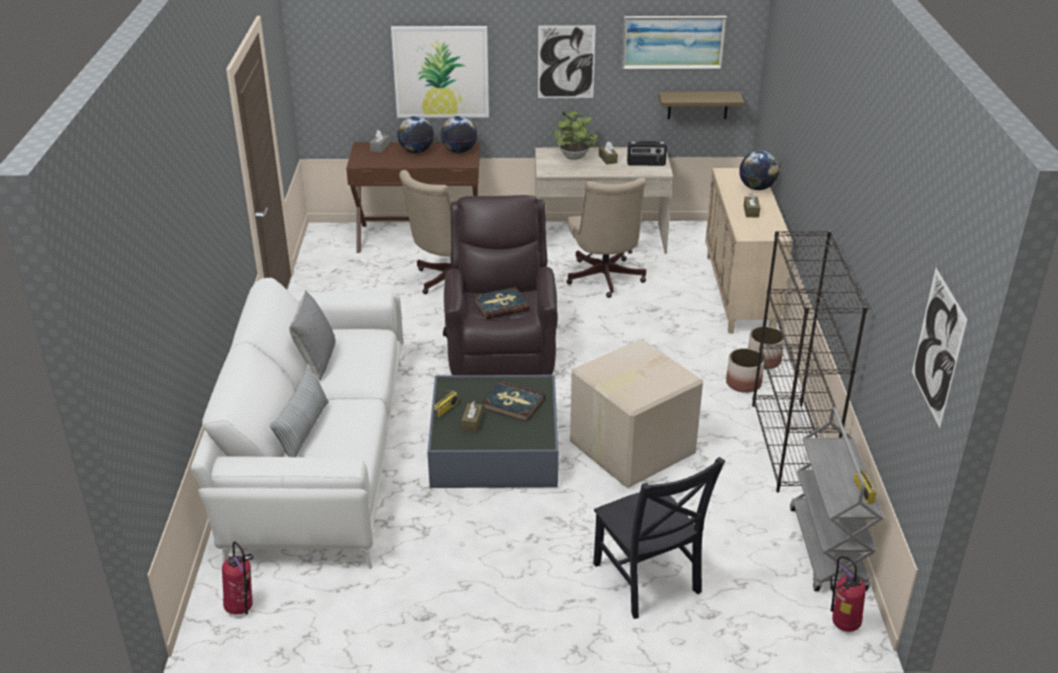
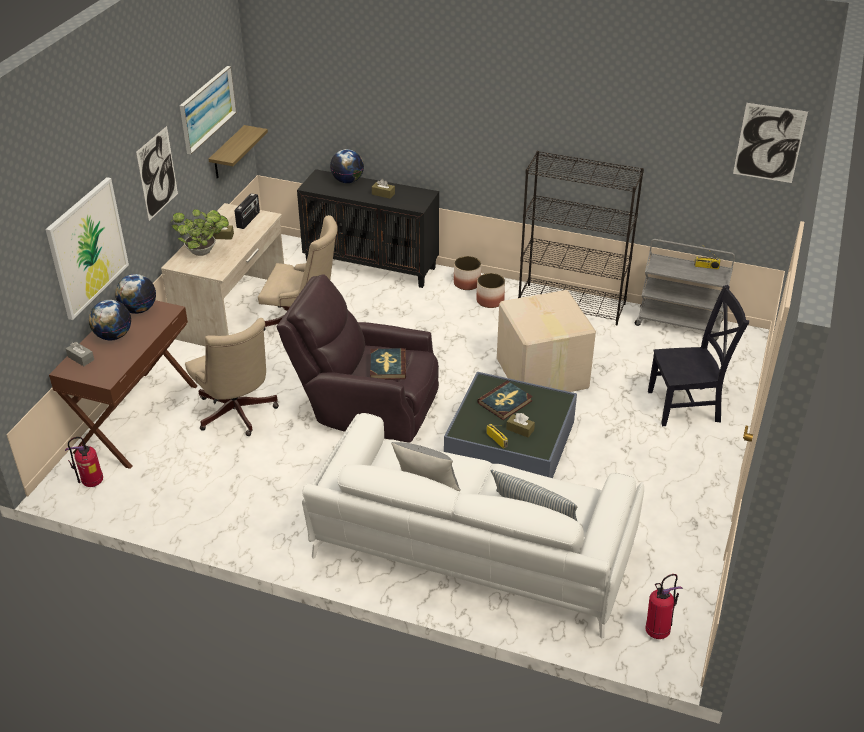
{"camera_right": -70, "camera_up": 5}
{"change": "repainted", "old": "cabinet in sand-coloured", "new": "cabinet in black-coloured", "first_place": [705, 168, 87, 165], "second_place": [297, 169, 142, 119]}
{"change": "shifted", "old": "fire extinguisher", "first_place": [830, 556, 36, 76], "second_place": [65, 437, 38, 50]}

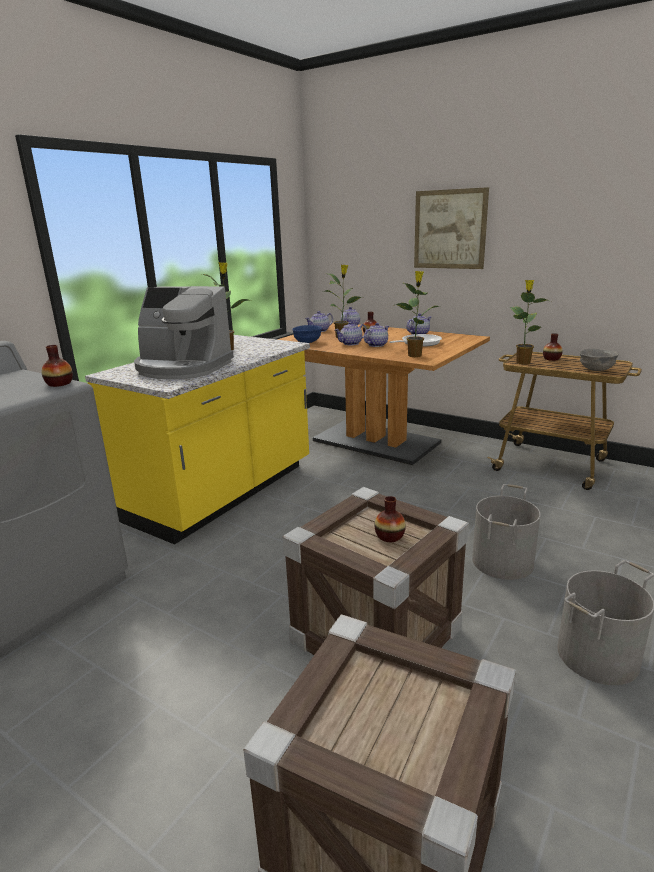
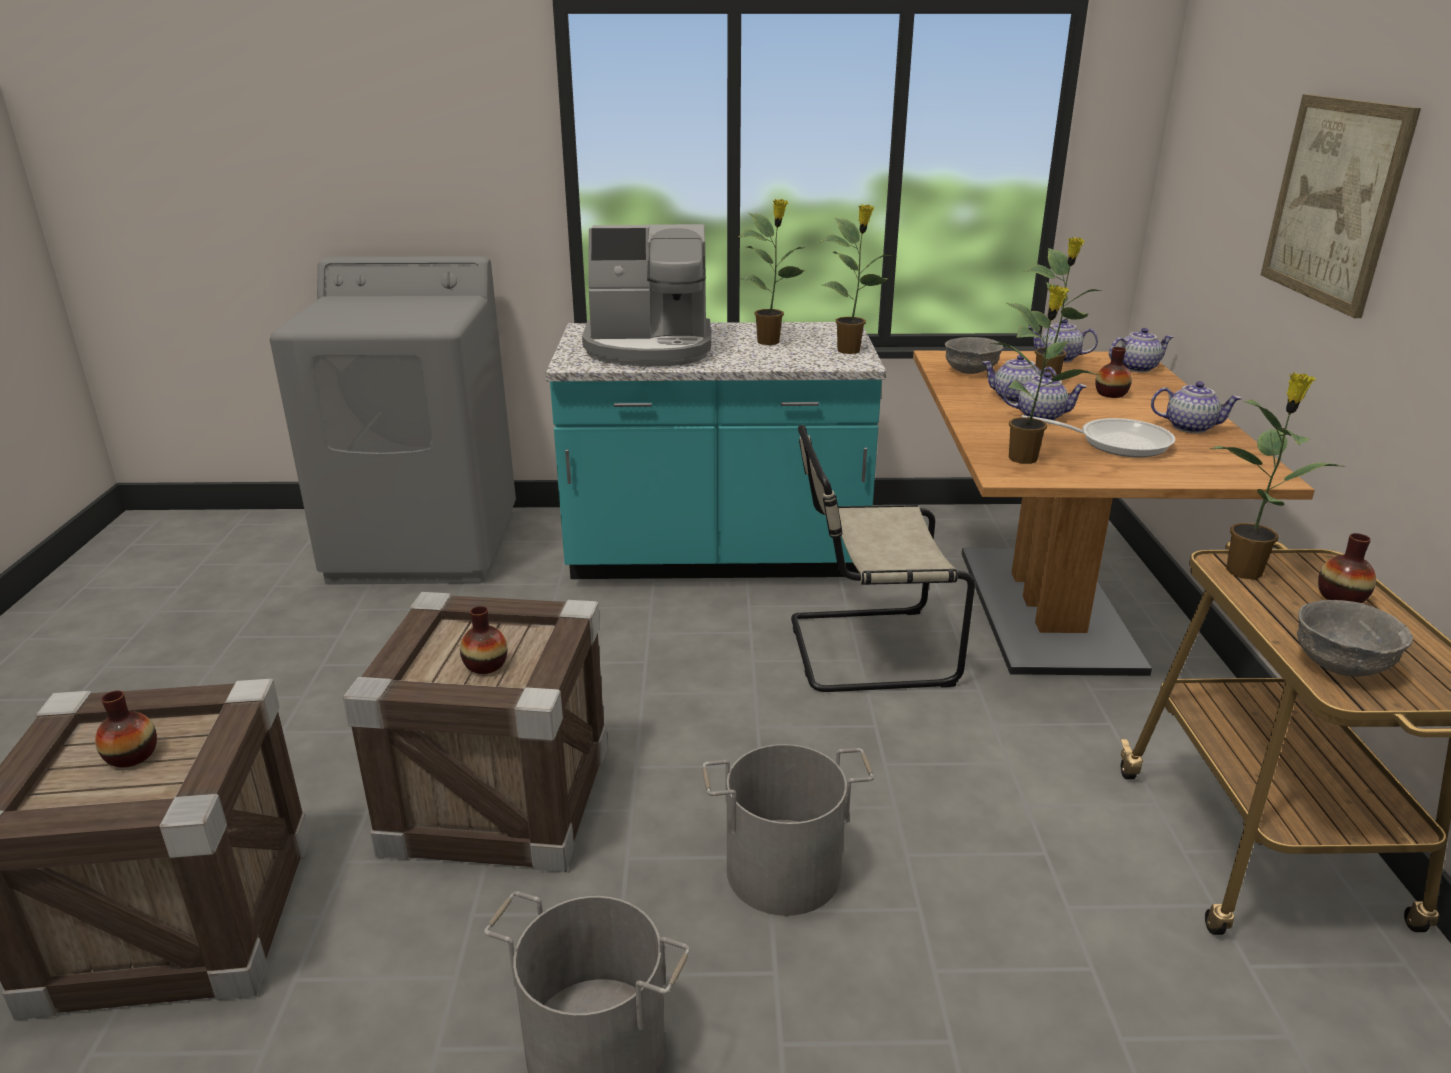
{"camera_right": 55, "camera_up": 5}
{"change": "shifted", "old": "vase", "first_place": [41, 345, 32, 42], "second_place": [95, 691, 62, 77]}
{"change": "repainted", "old": "kitchen counter in yellow-coloured", "new": "kitchen counter in blue-green", "first_place": [85, 335, 225, 209], "second_place": [545, 322, 341, 257]}
{"change": "rotated", "old": "coffee maker", "first_place": [134, 286, 100, 94], "second_place": [582, 224, 129, 143], "degrees": -75}
{"change": "repainted", "old": "deep dish in bluish", "new": "deep dish in greyish", "first_place": [292, 325, 30, 18], "second_place": [945, 337, 58, 37]}
{"change": "new", "new": "plain chair in sand-coloured", "second_place": [791, 425, 184, 267]}
{"change": "new", "new": "potted plant", "second_place": [820, 204, 72, 150]}

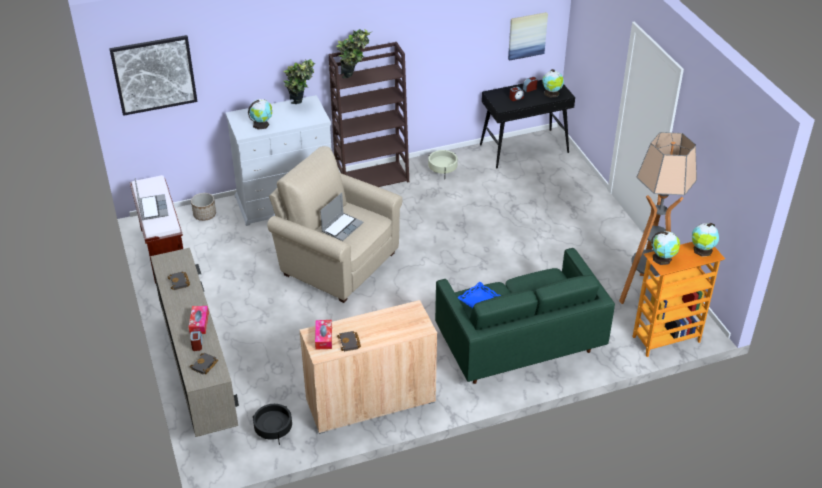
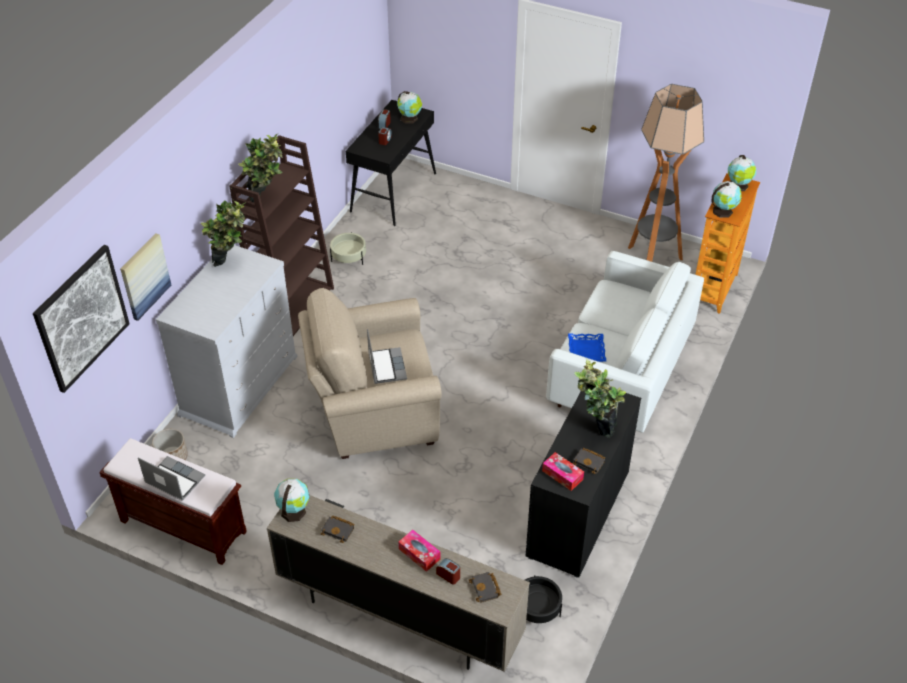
{"camera_right": -45, "camera_up": 5}
{"change": "shifted", "old": "desk globe", "first_place": [248, 99, 24, 31], "second_place": [274, 479, 36, 43]}
{"change": "repainted", "old": "cabinet in sand-coloured", "new": "cabinet in black-coloured", "first_place": [300, 300, 137, 134], "second_place": [526, 387, 115, 191]}
{"change": "repainted", "old": "settee in green-coloured", "new": "settee in whitish", "first_place": [435, 248, 180, 136], "second_place": [546, 251, 158, 182]}
{"change": "shifted", "old": "picture", "first_place": [508, 12, 40, 49], "second_place": [120, 234, 51, 87]}
{"change": "new", "new": "potted plant", "second_place": [574, 359, 52, 79]}

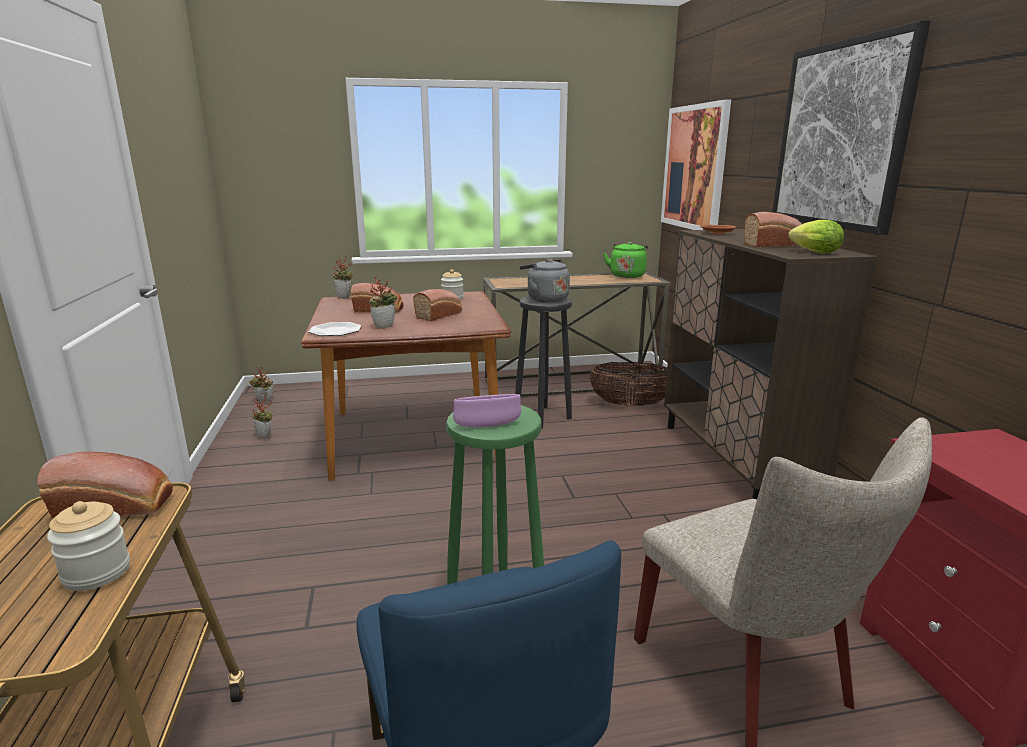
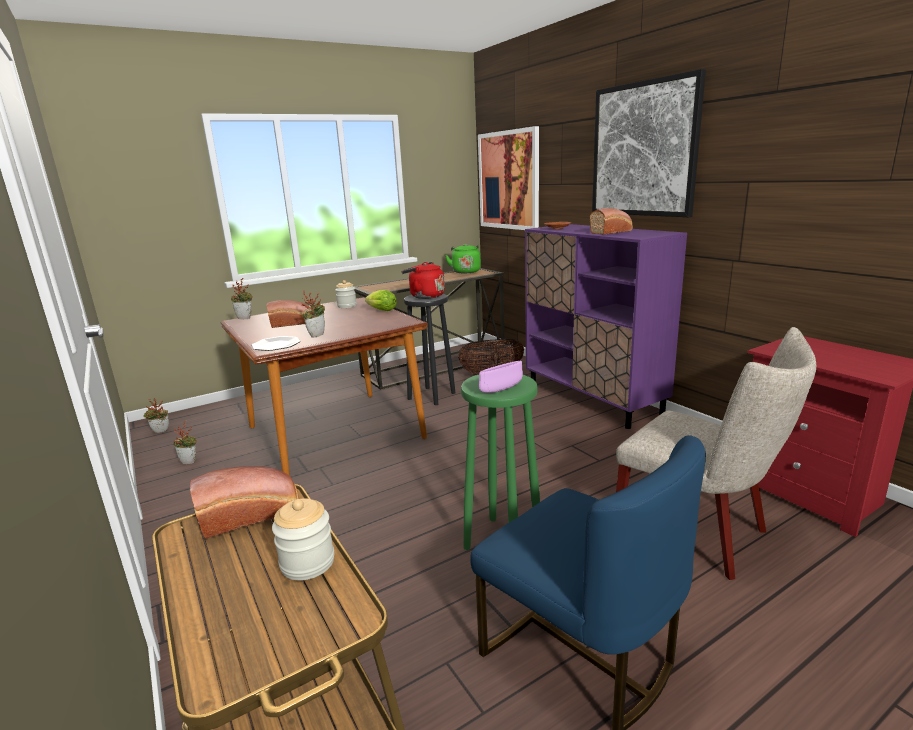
{"camera_right": -20, "camera_up": 0}
{"change": "gone", "old": "bakery bread", "first_place": [413, 289, 49, 32]}
{"change": "repainted", "old": "water kettle in greyish", "new": "water kettle in red", "first_place": [519, 259, 51, 43], "second_place": [402, 262, 43, 37]}
{"change": "repainted", "old": "cabinet in brownish", "new": "cabinet in purple-coloured", "first_place": [664, 229, 214, 270], "second_place": [525, 224, 162, 205]}
{"change": "shifted", "old": "head of lettuce", "first_place": [788, 220, 56, 34], "second_place": [365, 290, 32, 21]}

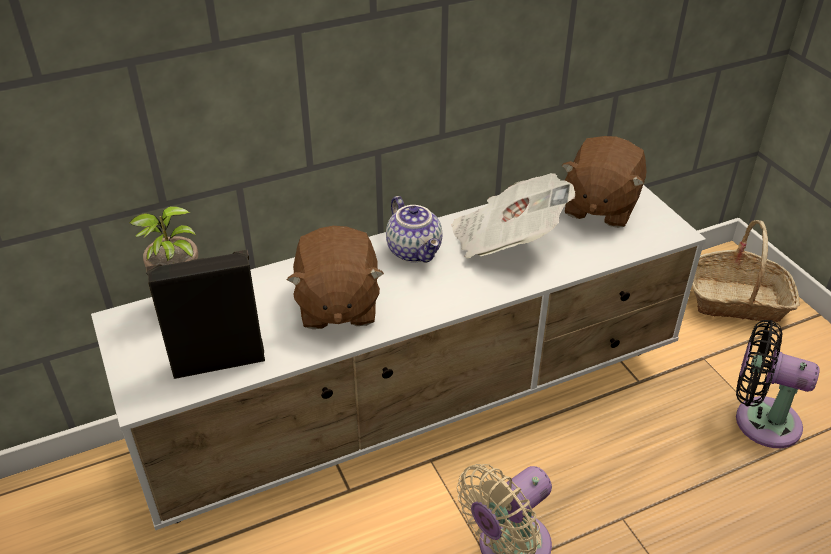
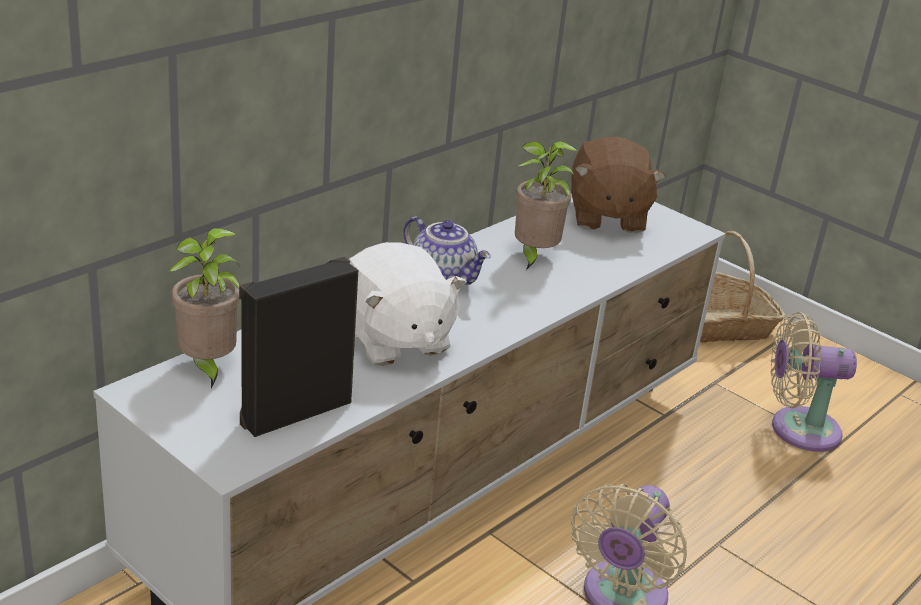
{"camera_right": -25, "camera_up": -10}
{"change": "repainted", "old": "cuddly toy in brownish", "new": "cuddly toy in whitish", "first_place": [287, 226, 97, 103], "second_place": [348, 242, 119, 124]}
{"change": "swapped", "old": "printed paper", "new": "potted plant", "first_place": [451, 173, 124, 86], "second_place": [515, 141, 64, 129]}
{"change": "repainted", "old": "cooling fan in black-coloured", "new": "cooling fan in sand-coloured", "first_place": [736, 320, 84, 128], "second_place": [771, 312, 86, 140]}

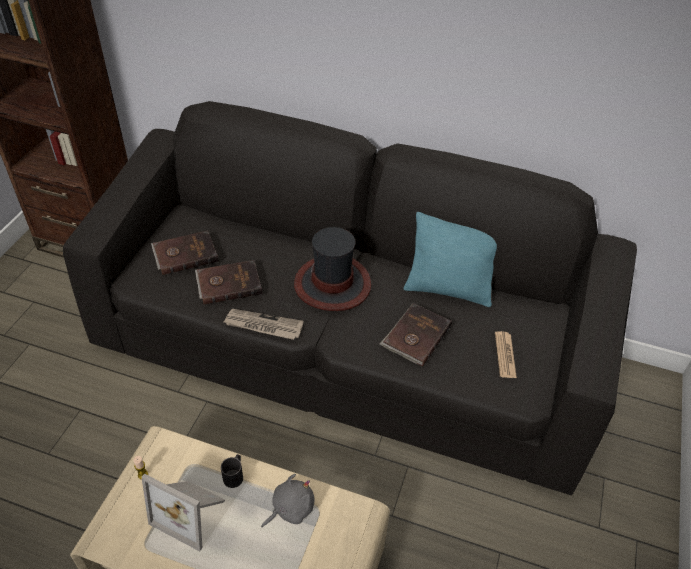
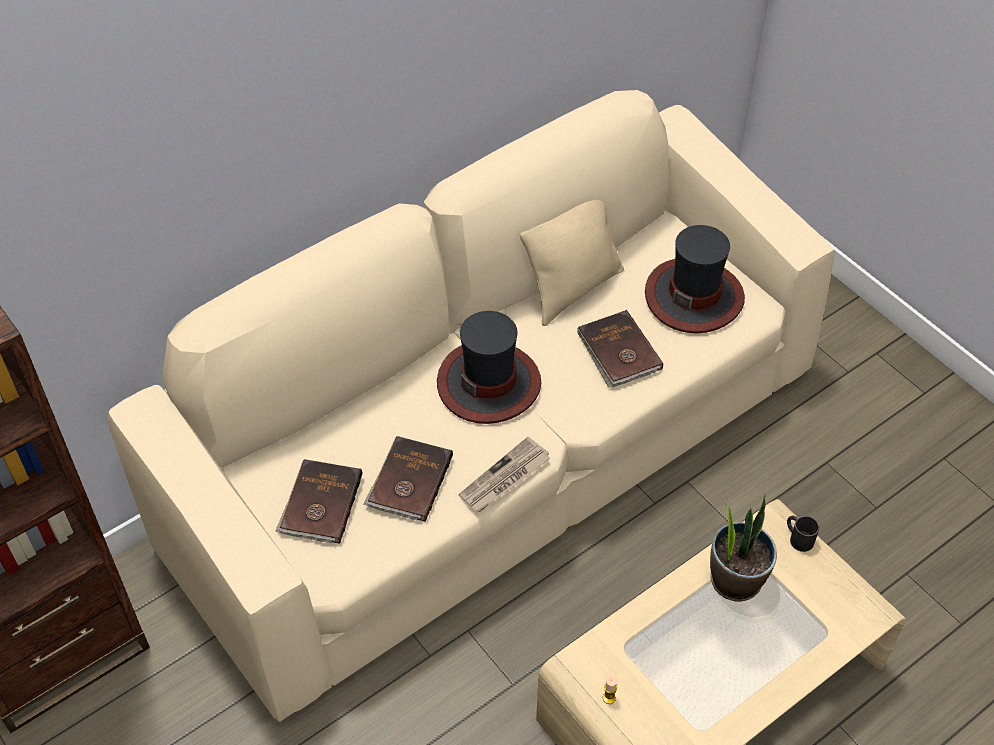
{"camera_right": -55, "camera_up": 5}
{"change": "repainted", "old": "settee in black-coloured", "new": "settee in sand-coloured", "first_place": [63, 101, 574, 394], "second_place": [108, 90, 726, 632]}
{"change": "gone", "old": "standing frame", "first_place": [142, 474, 83, 78]}
{"change": "shifted", "old": "coffee mug in black-coloured", "first_place": [221, 454, 22, 34], "second_place": [787, 516, 32, 36]}
{"change": "swapped", "old": "cuddly toy in greyish", "new": "potted plant", "first_place": [261, 474, 53, 53], "second_place": [710, 494, 67, 108]}
{"change": "repainted", "old": "cushion in blue-green", "new": "cushion in sand-coloured", "first_place": [403, 212, 94, 95], "second_place": [520, 200, 104, 126]}
{"change": "swapped", "old": "printed paper", "new": "wearable hat", "first_place": [495, 331, 22, 47], "second_place": [645, 225, 100, 108]}

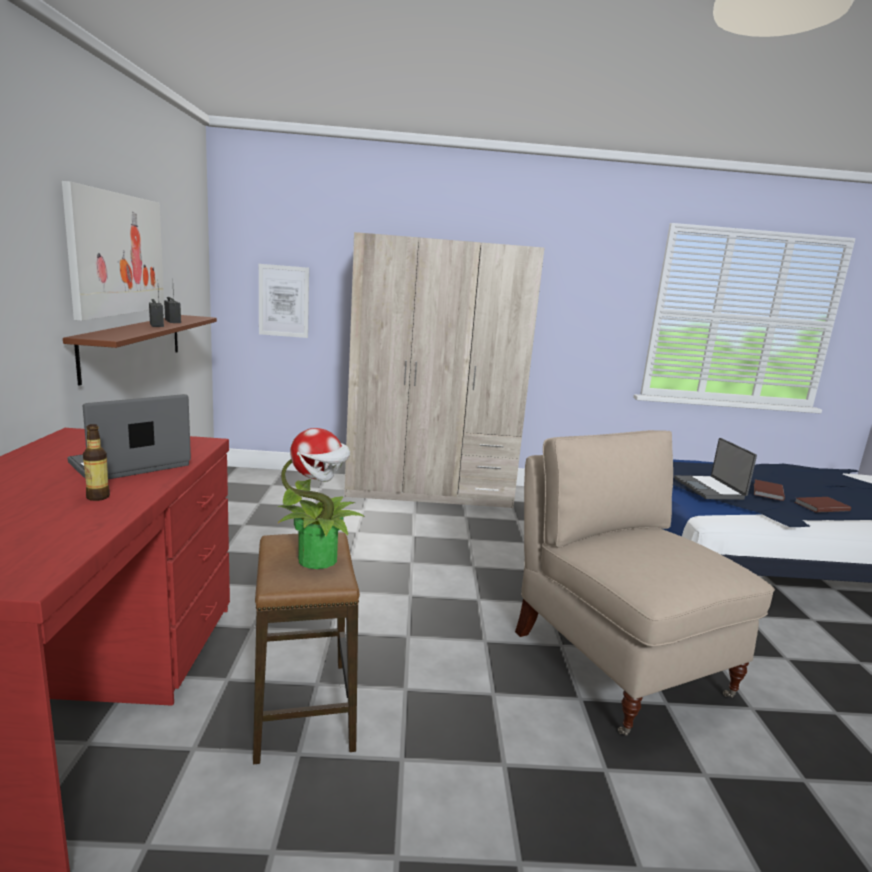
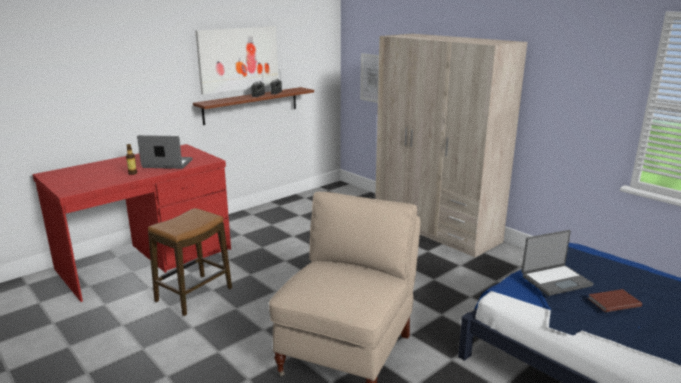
{"camera_right": 50, "camera_up": 5}
{"change": "gone", "old": "potted plant", "first_place": [278, 428, 87, 141]}
{"change": "rotated", "old": "laptop", "first_place": [674, 438, 83, 62], "second_place": [522, 230, 72, 66], "degrees": -150}
{"change": "gone", "old": "bound book in brownish", "first_place": [795, 497, 56, 16]}

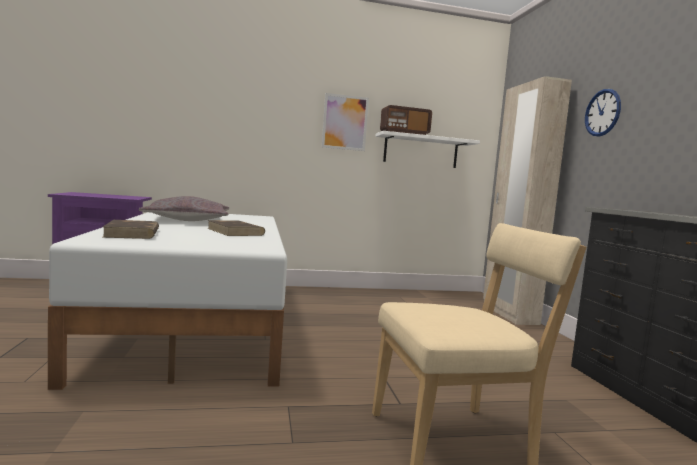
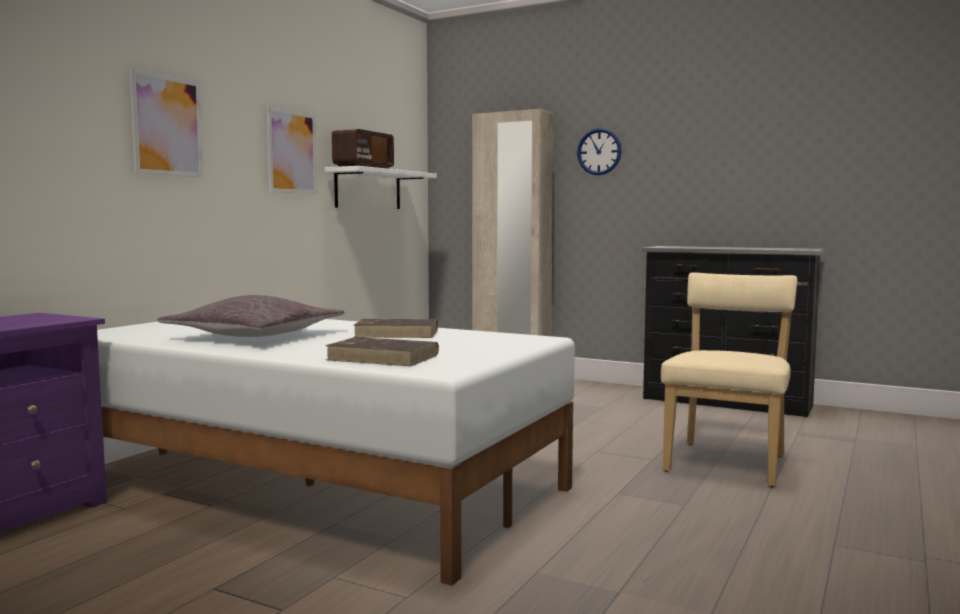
{"camera_right": -50, "camera_up": 0}
{"change": "new", "new": "picture", "second_place": [130, 69, 73, 108]}

